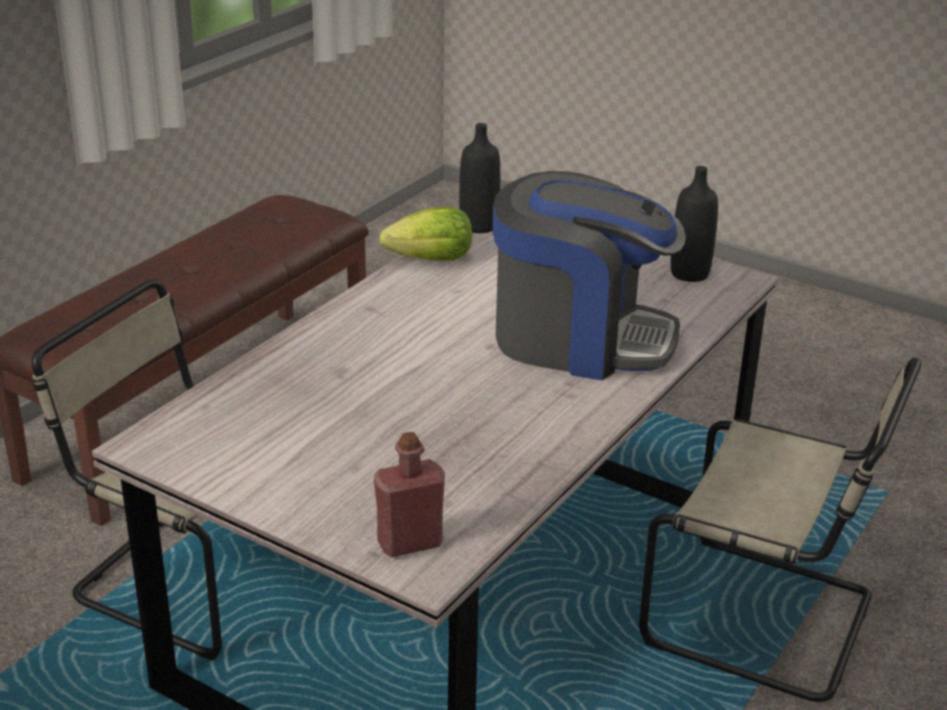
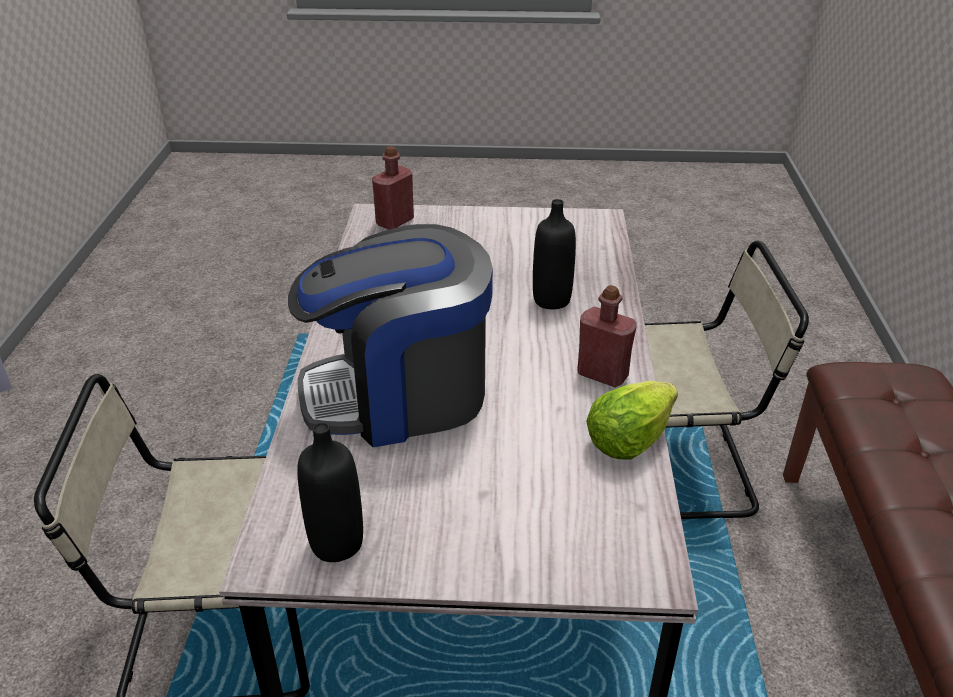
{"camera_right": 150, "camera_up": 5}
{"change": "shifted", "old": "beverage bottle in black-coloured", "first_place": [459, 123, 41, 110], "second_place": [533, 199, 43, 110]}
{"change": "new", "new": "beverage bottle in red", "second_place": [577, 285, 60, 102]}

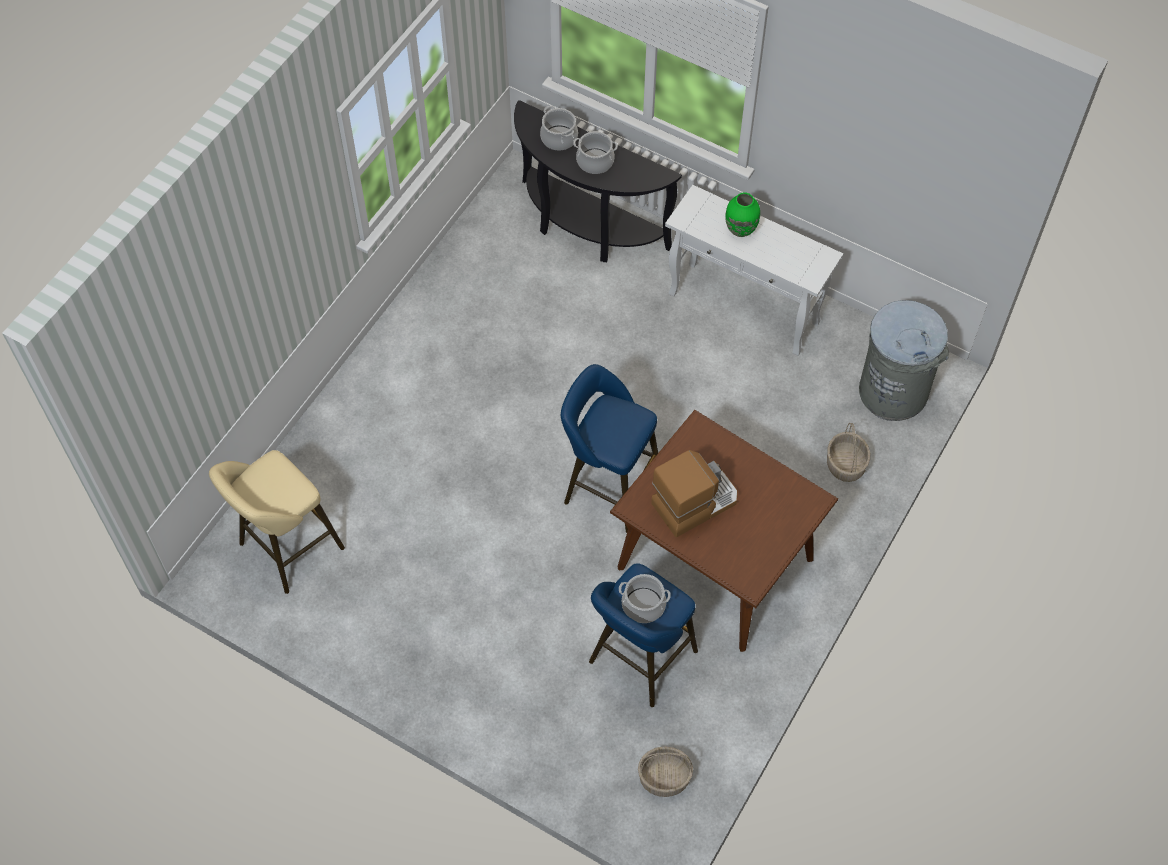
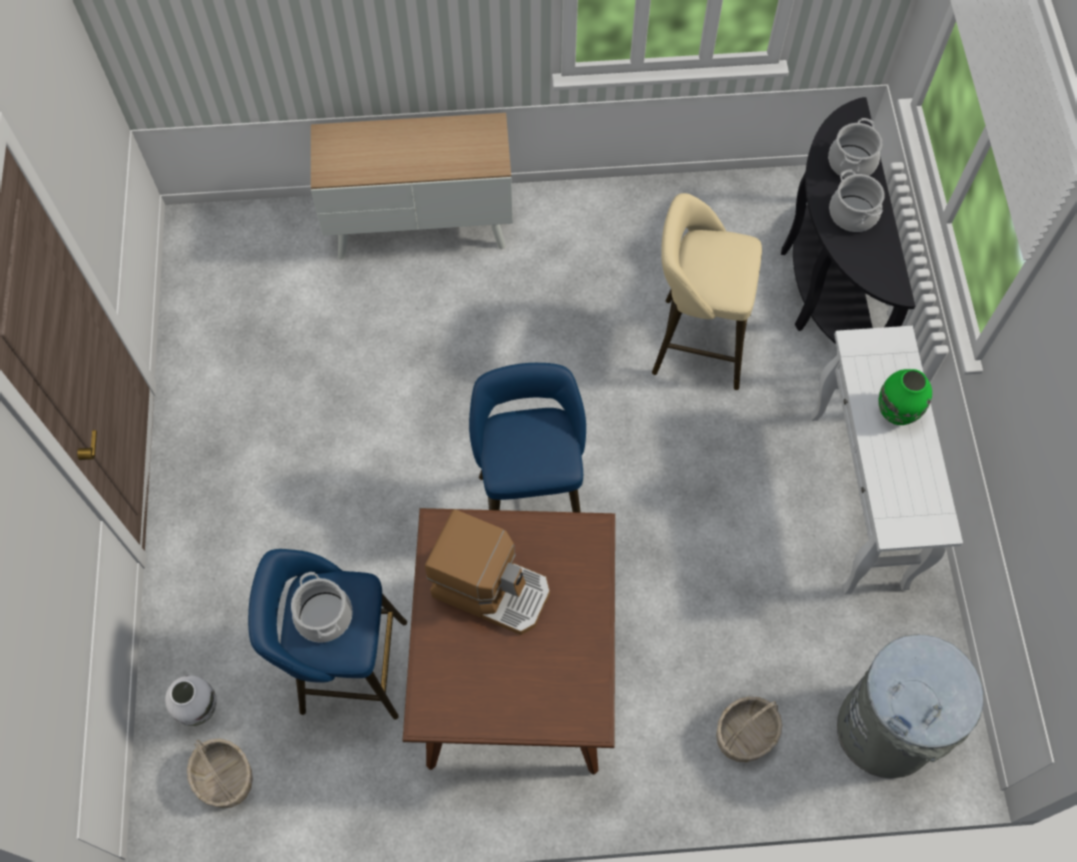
{"camera_right": 55, "camera_up": 5}
{"change": "shifted", "old": "stool in sand-coloured", "first_place": [209, 450, 136, 144], "second_place": [652, 193, 110, 197]}
{"change": "new", "new": "vase in whitish", "second_place": [165, 675, 52, 51]}
{"change": "new", "new": "cabinet", "second_place": [311, 113, 202, 146]}

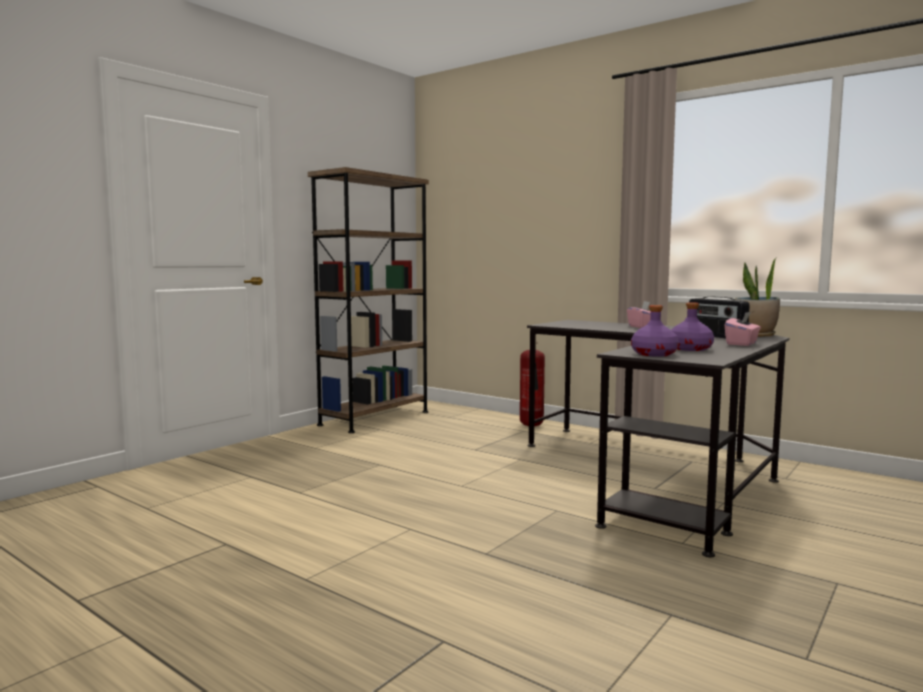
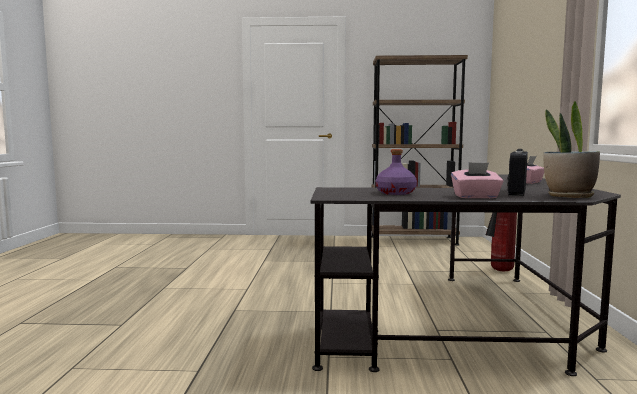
{"camera_right": 55, "camera_up": 0}
{"change": "gone", "old": "beverage bottle in purple-coloured", "first_place": [631, 305, 48, 52]}

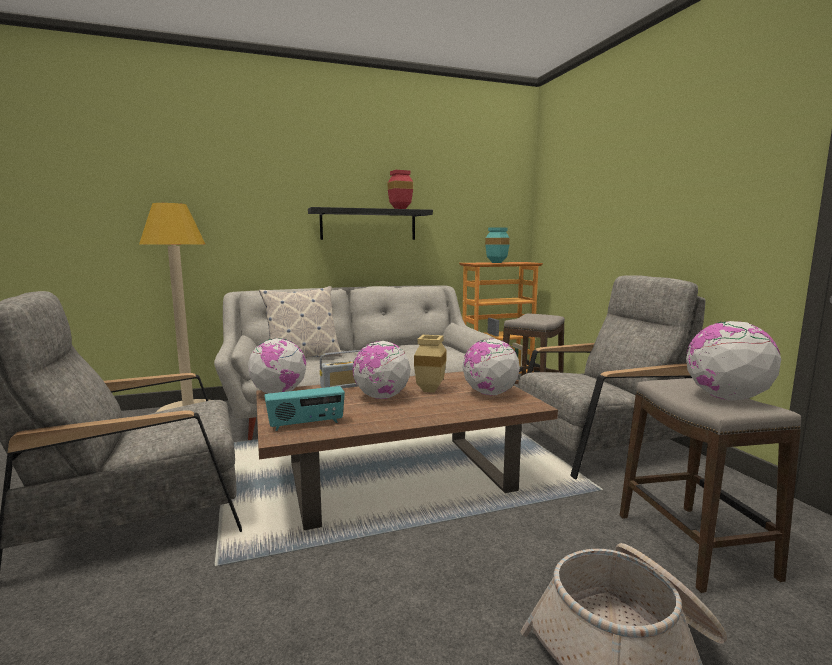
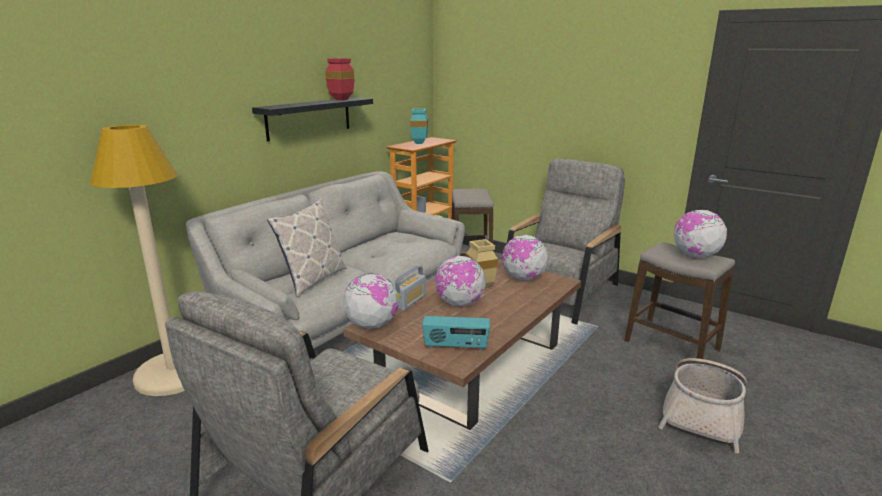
{"camera_right": -35, "camera_up": 10}
{"change": "rotated", "old": "radio", "first_place": [264, 386, 81, 45], "second_place": [422, 316, 68, 35], "degrees": 60}

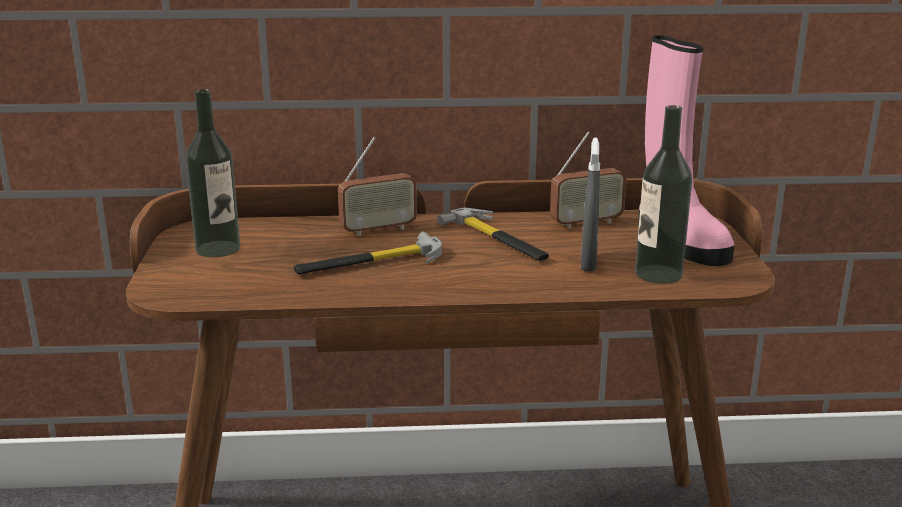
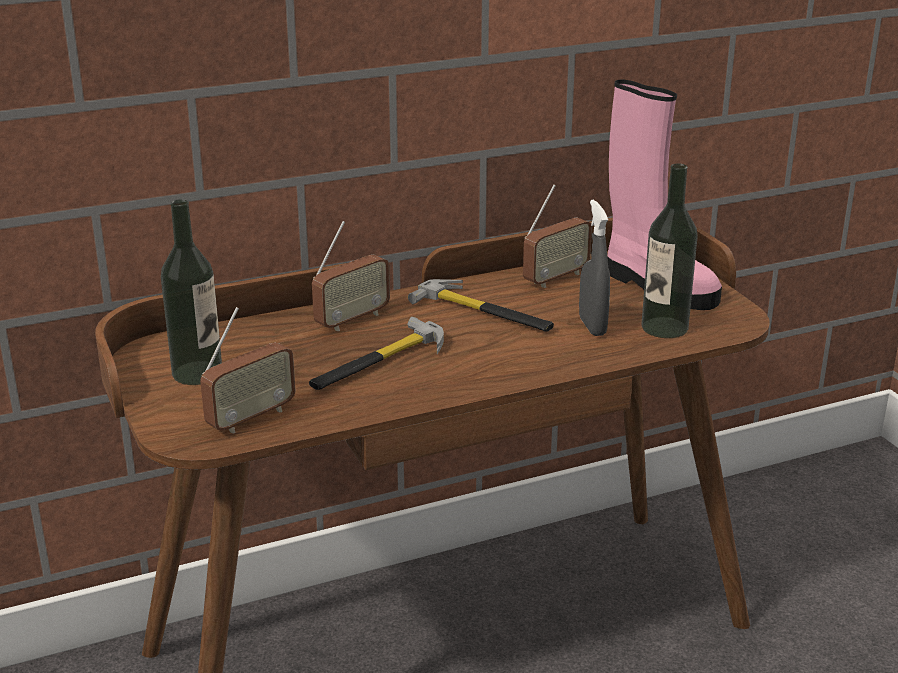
{"camera_right": -20, "camera_up": 5}
{"change": "new", "new": "radio", "second_place": [200, 307, 95, 127]}

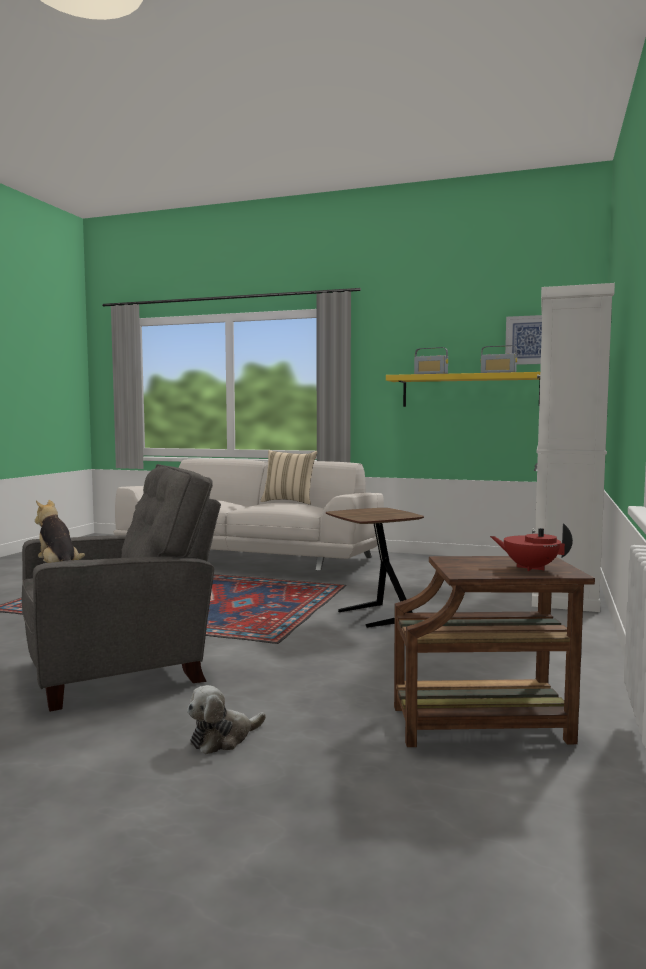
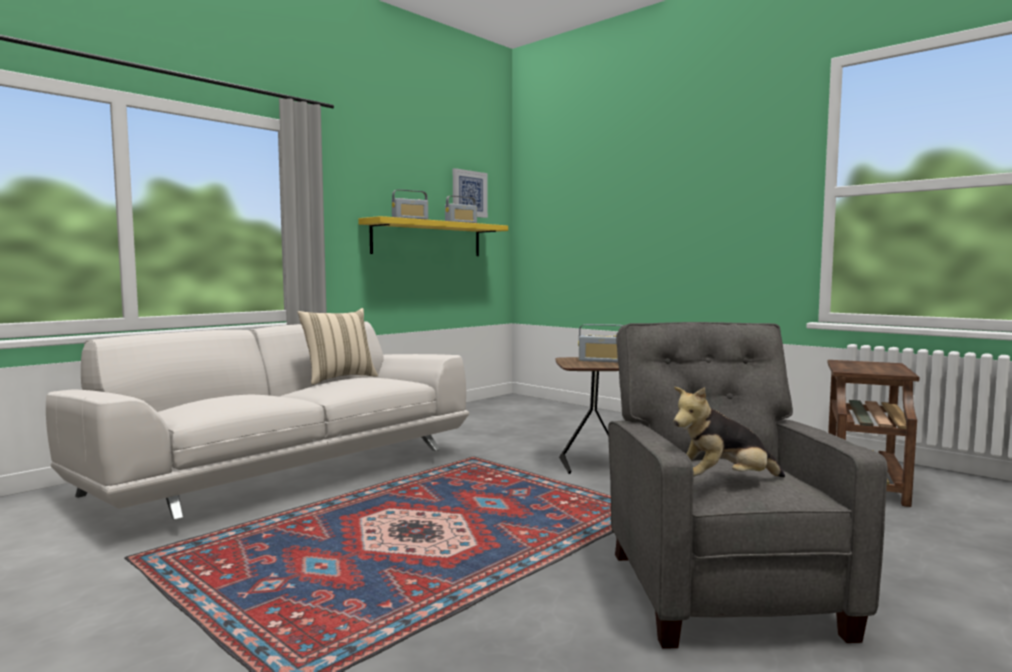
{"camera_right": -65, "camera_up": 0}
{"change": "gone", "old": "cuddly toy", "first_place": [187, 685, 79, 69]}
{"change": "gone", "old": "pot for tea in red", "first_place": [490, 523, 83, 48]}
{"change": "gone", "old": "cabinet in whitish", "first_place": [532, 283, 83, 329]}
{"change": "new", "new": "radio", "second_place": [578, 324, 45, 38]}

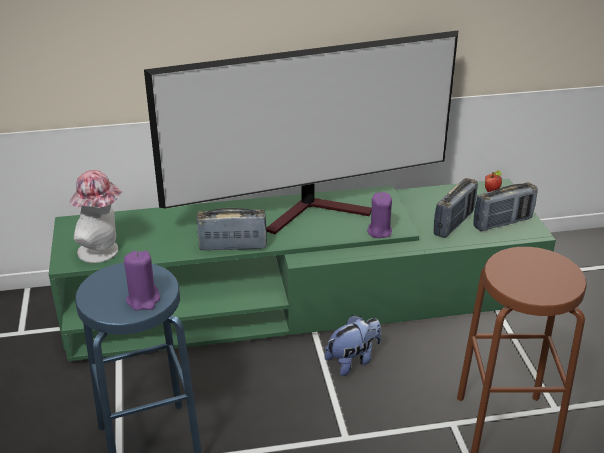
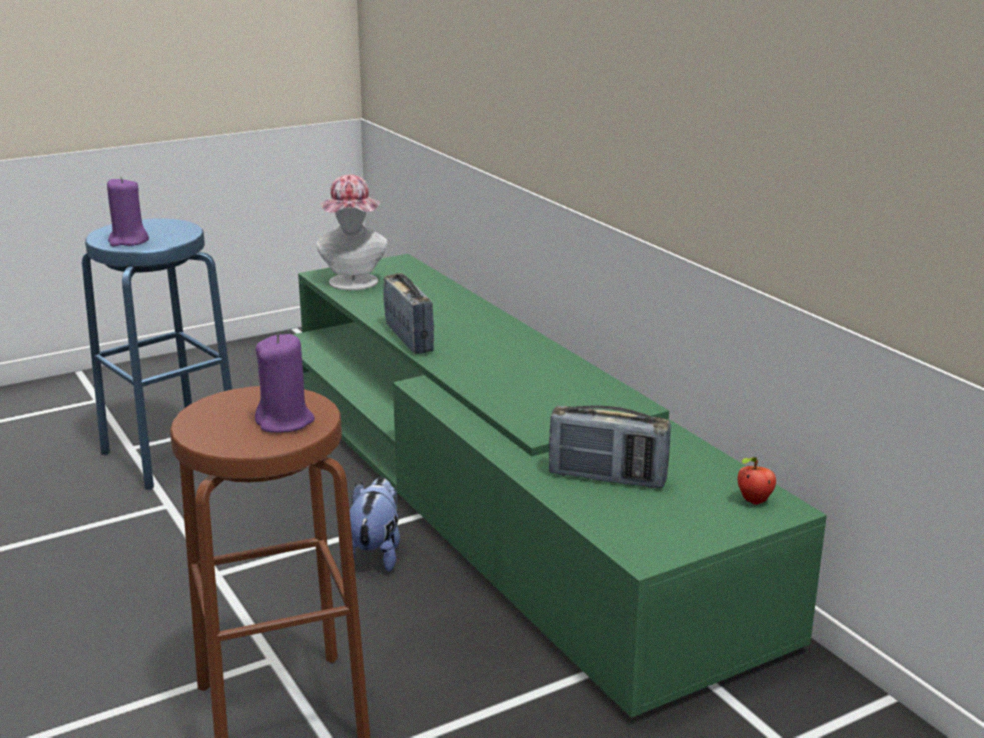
{"camera_right": 70, "camera_up": -10}
{"change": "gone", "old": "television", "first_place": [144, 30, 315, 204]}
{"change": "rotated", "old": "cuddly toy", "first_place": [325, 315, 56, 61], "second_place": [350, 477, 50, 95], "degrees": -120}
{"change": "shifted", "old": "wax light in purple-coloured", "first_place": [367, 192, 25, 46], "second_place": [255, 334, 60, 99]}
{"change": "gone", "old": "radio", "first_place": [473, 182, 65, 49]}

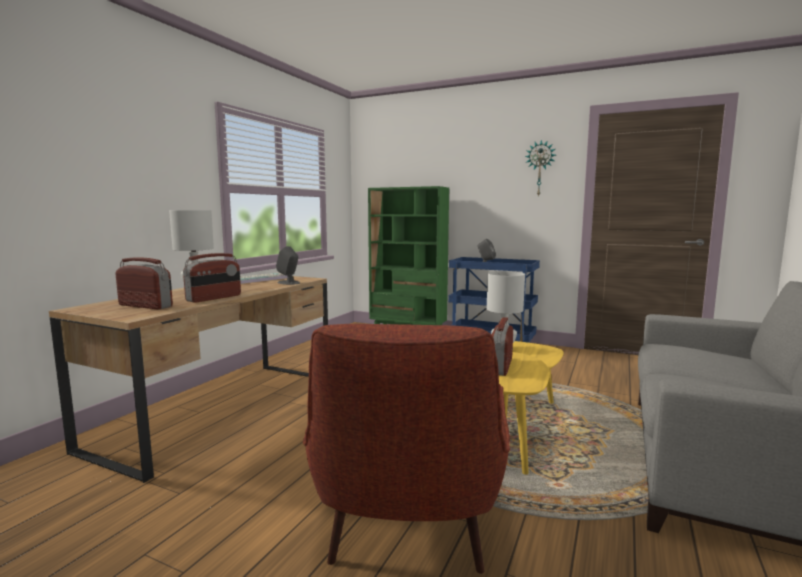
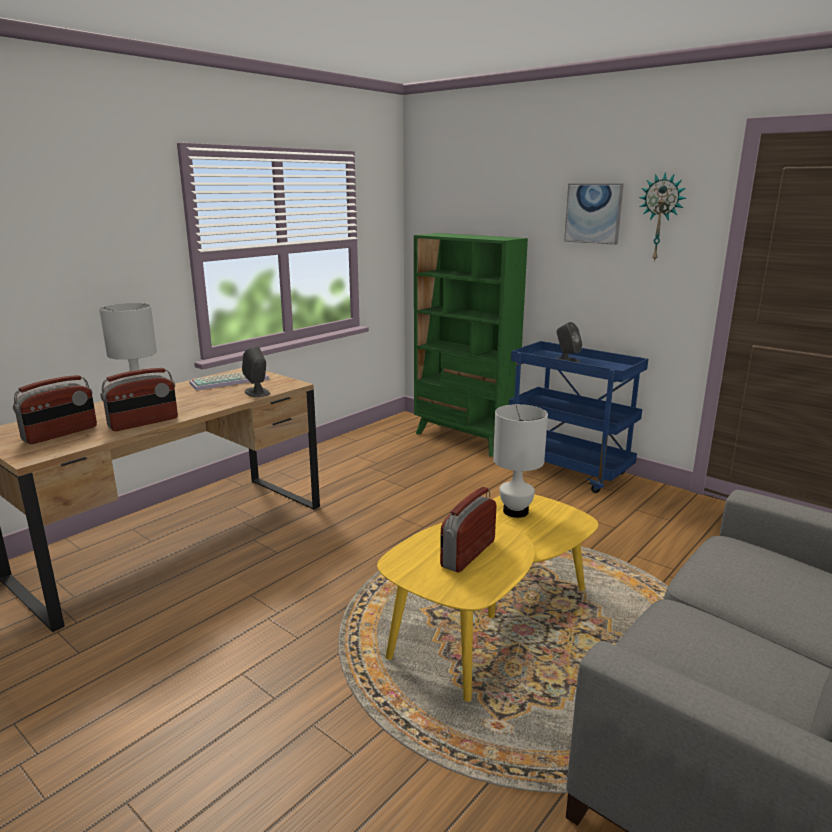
{"camera_right": 15, "camera_up": 10}
{"change": "rotated", "old": "radio", "first_place": [115, 257, 58, 53], "second_place": [13, 375, 84, 69], "degrees": 90}
{"change": "gone", "old": "lounge chair in red", "first_place": [303, 324, 207, 250]}
{"change": "new", "new": "picture", "second_place": [564, 184, 60, 61]}

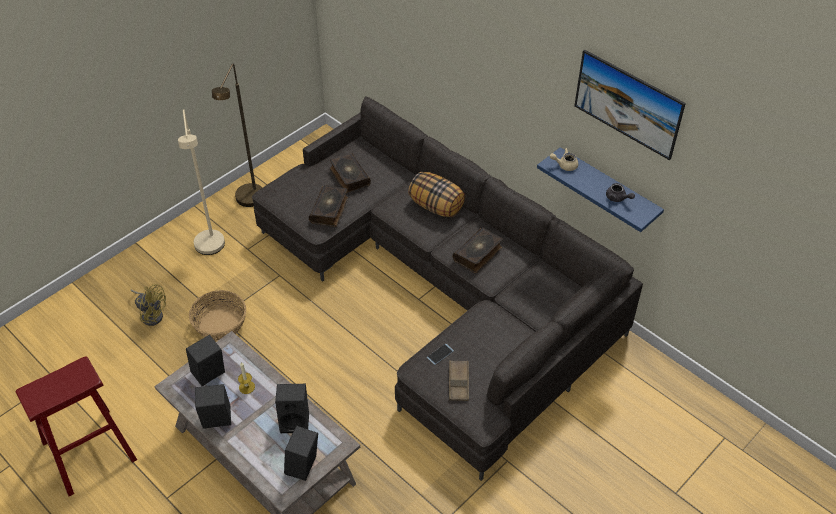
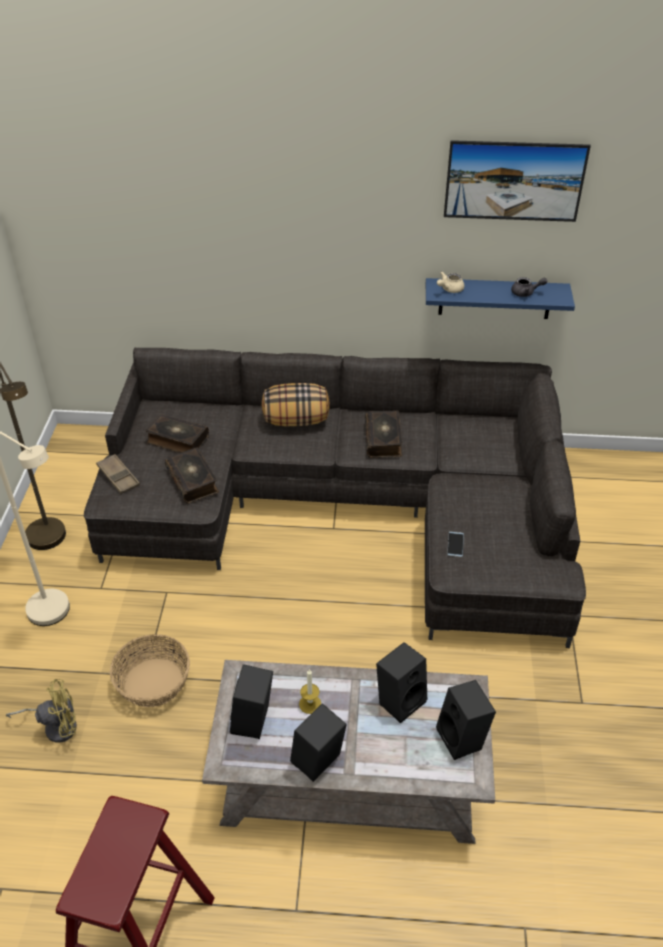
{"camera_right": -40, "camera_up": -5}
{"change": "shifted", "old": "carrying tray in brownish", "first_place": [449, 360, 20, 41], "second_place": [96, 454, 44, 40]}

